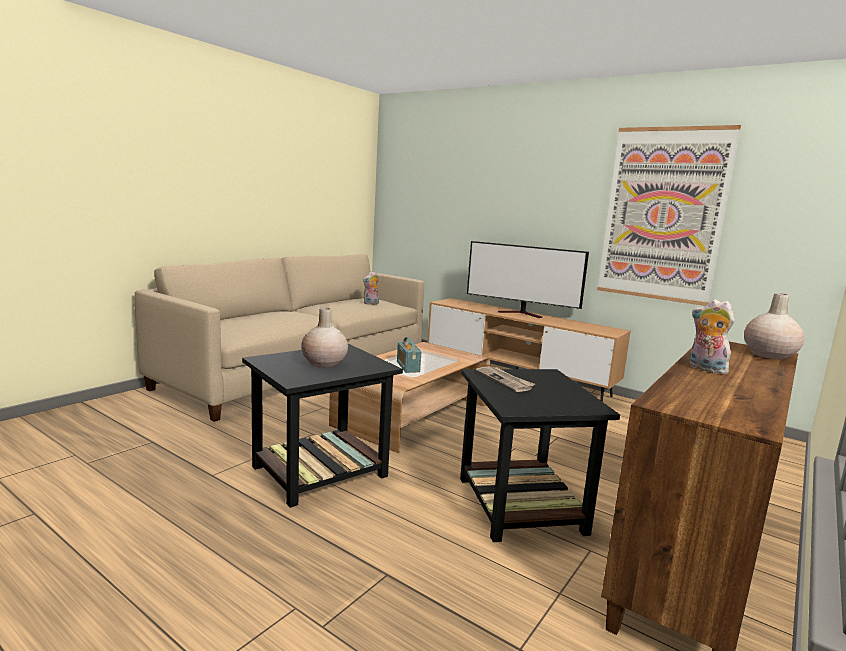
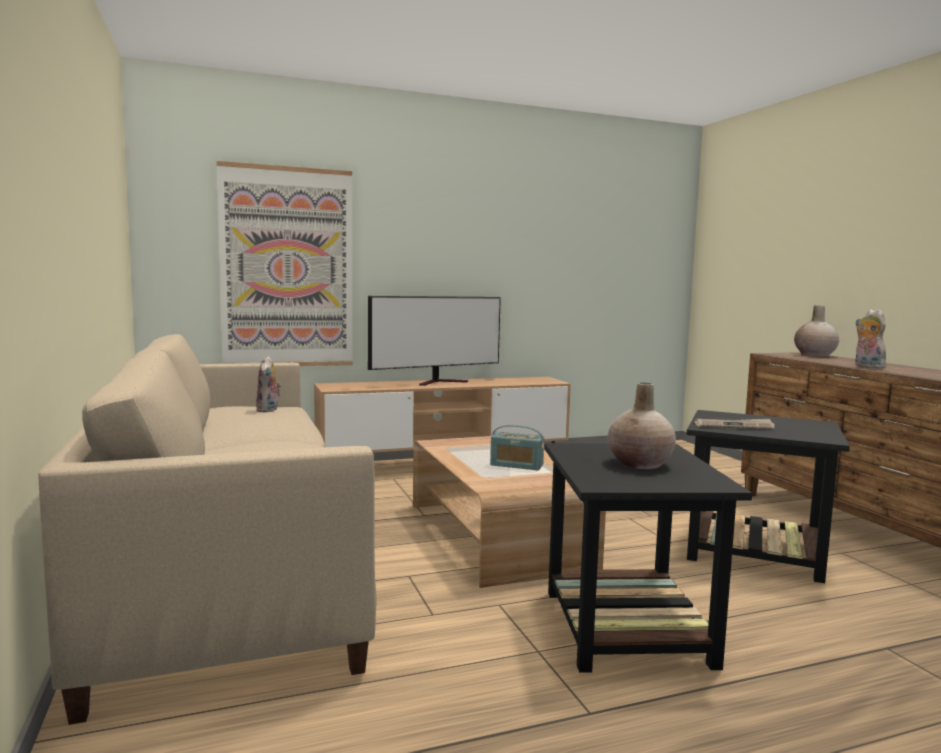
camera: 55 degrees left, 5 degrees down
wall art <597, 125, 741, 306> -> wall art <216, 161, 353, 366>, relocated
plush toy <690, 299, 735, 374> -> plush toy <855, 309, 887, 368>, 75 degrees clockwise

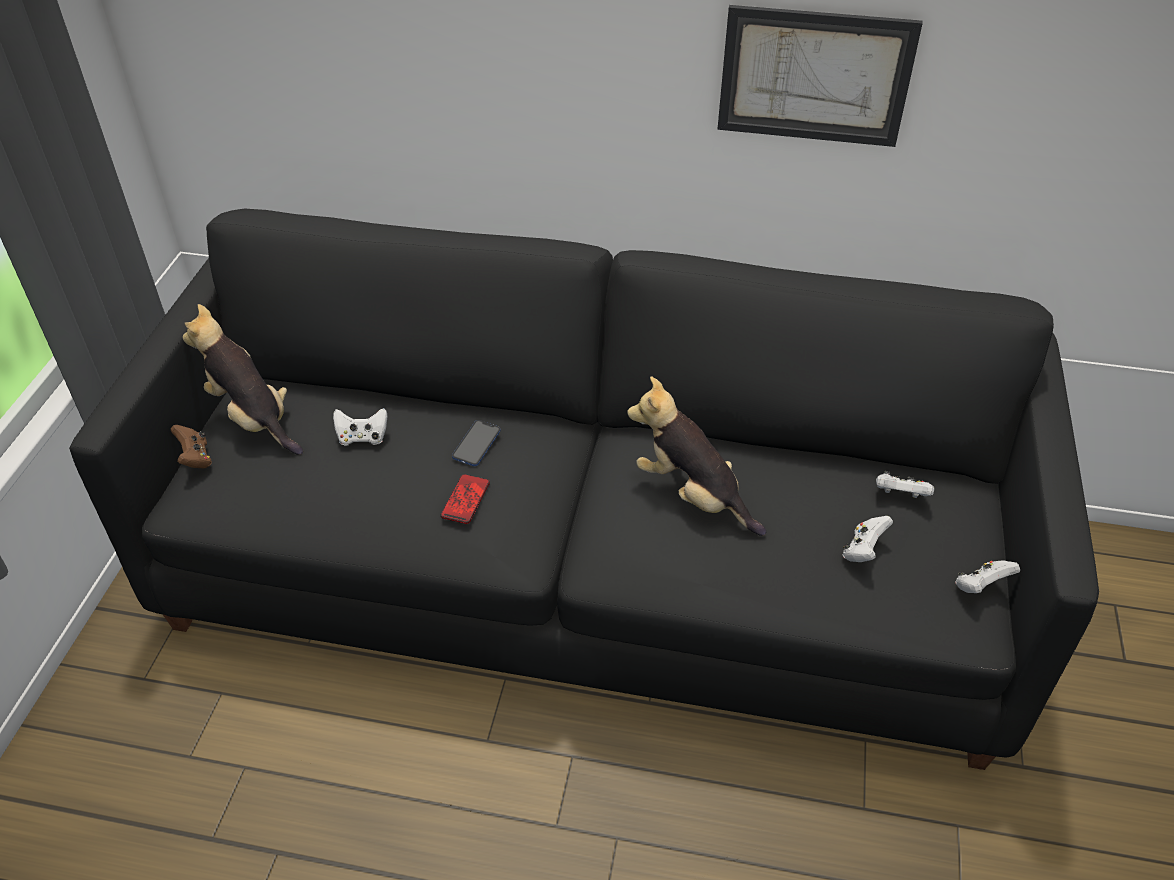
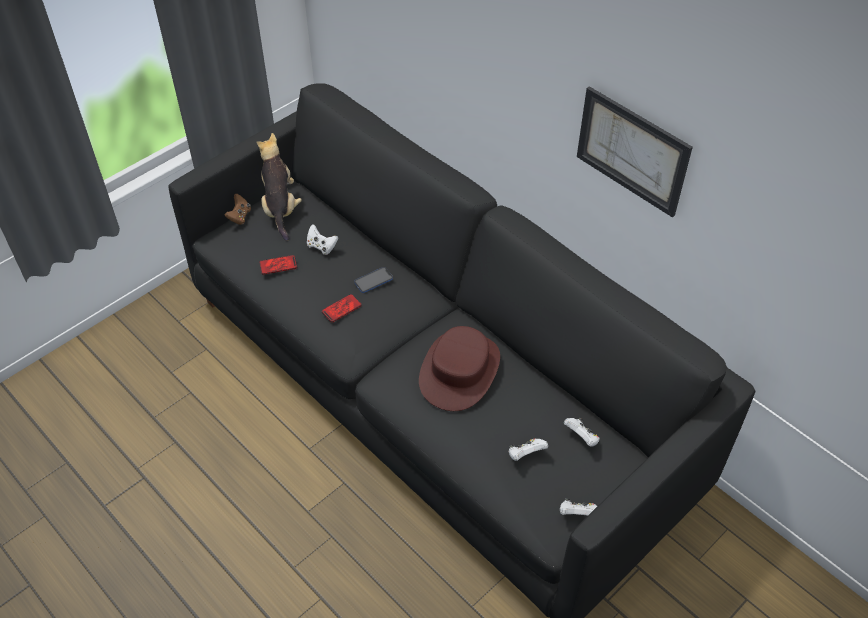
camera: 35 degrees right, 5 degrees up
plush toy <627, 377, 766, 536> -> brown clothing hat <419, 326, 500, 411>
none -> telephone <259, 255, 297, 275>

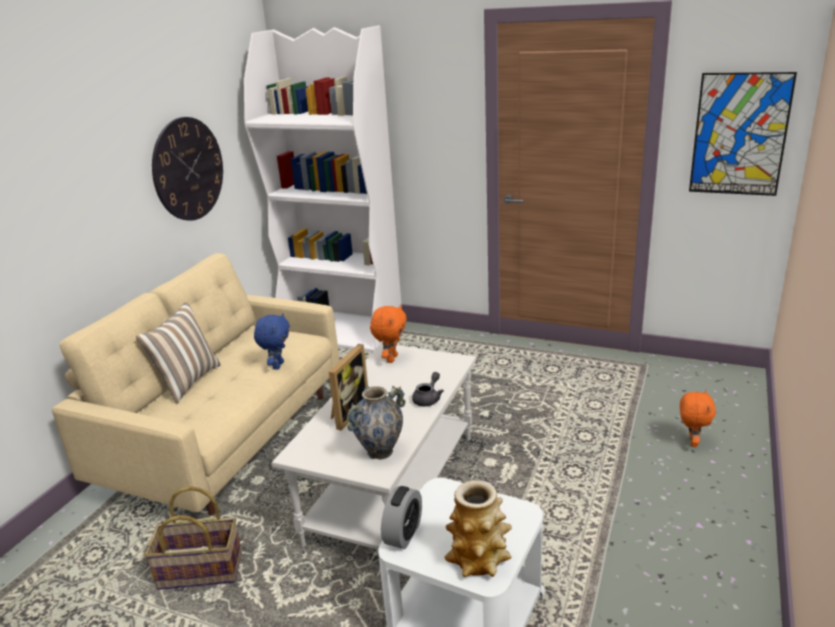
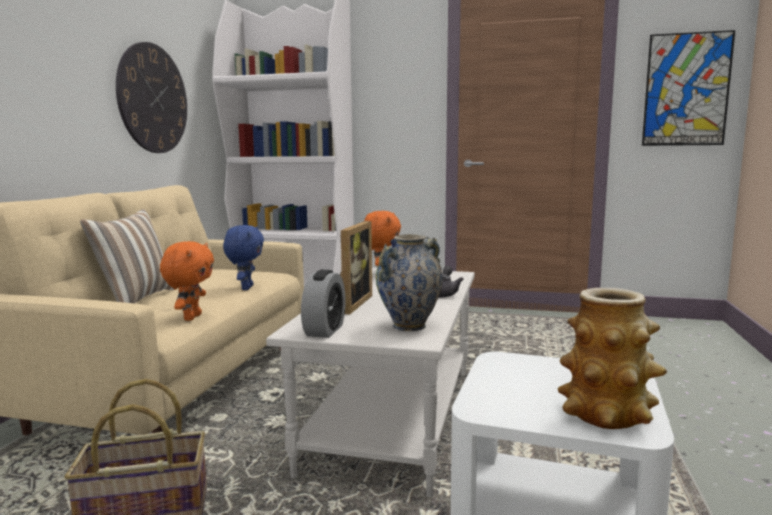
camera: 10 degrees left, 15 degrees down
orangey plush toy <680, 390, 716, 447> -> orangey plush toy <160, 241, 214, 321>, relocated
alarm clock <381, 486, 422, 549> -> alarm clock <301, 270, 346, 338>, relocated

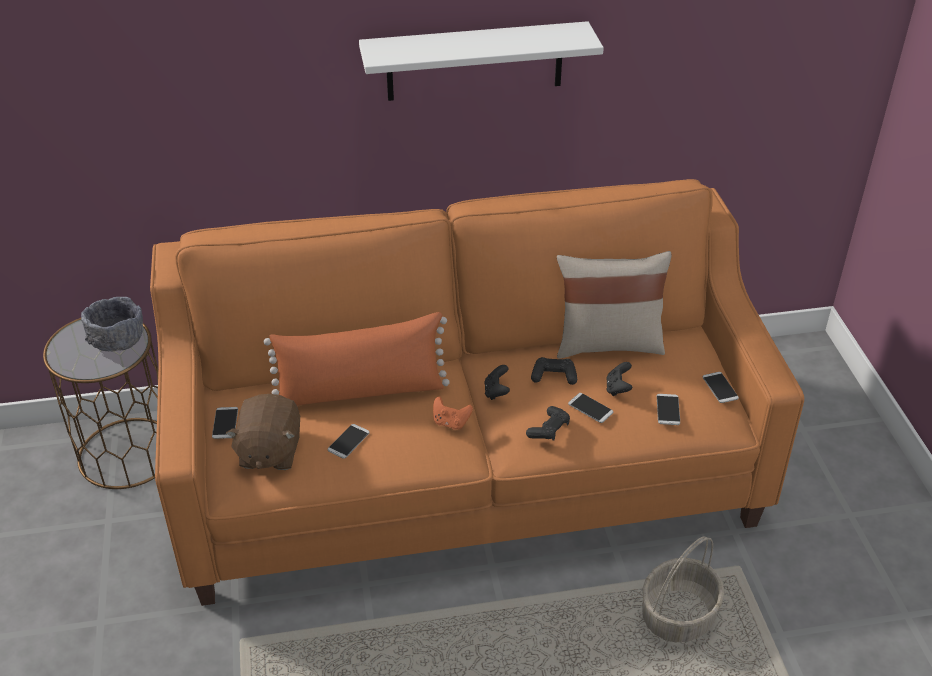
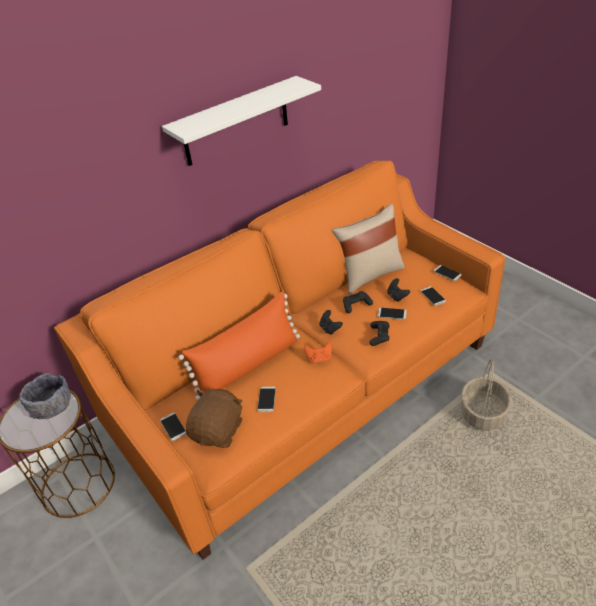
camera: 25 degrees left, 0 degrees up
brown plush toy <226, 394, 300, 470> -> brown plush toy <186, 389, 243, 448>, 135 degrees counterclockwise

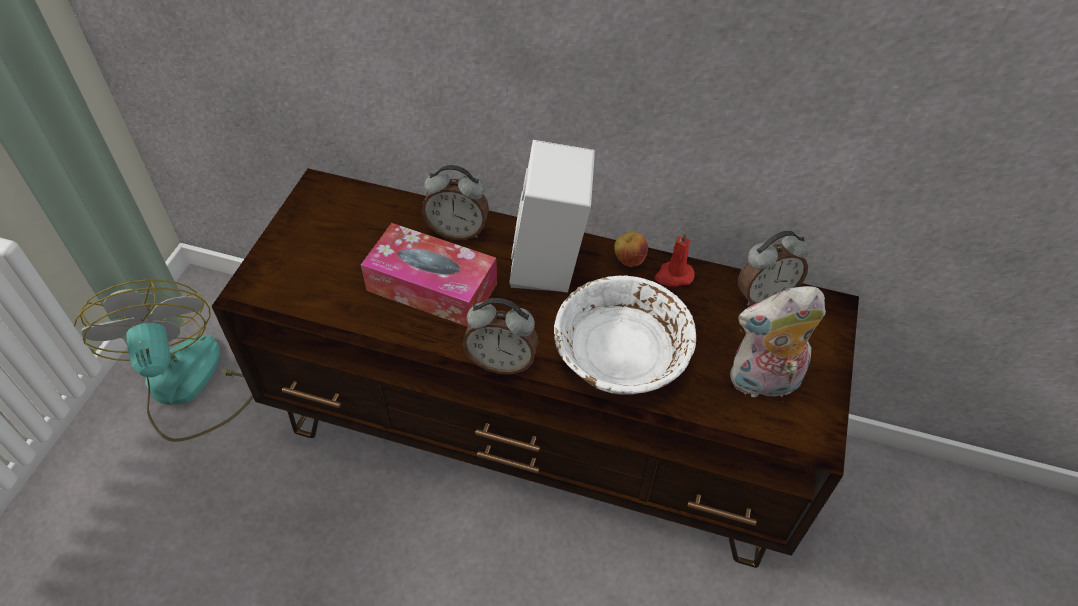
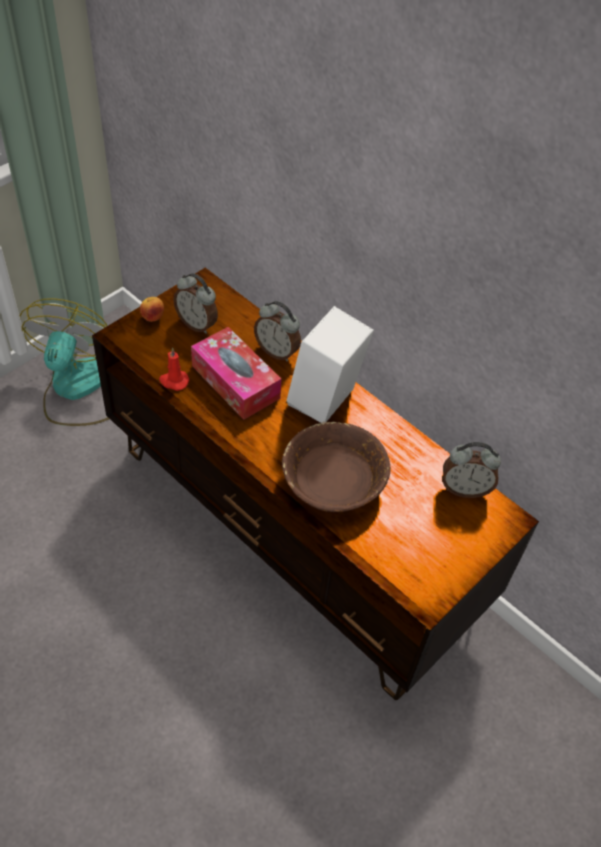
camera: 25 degrees right, 0 degrees up
red-coloured wax candle <655, 231, 695, 287> -> red-coloured wax candle <159, 347, 189, 391>, relocated
apple fruit <614, 232, 648, 267> -> apple fruit <140, 297, 164, 322>, relocated
whitish serving bowl <554, 275, 696, 395> -> brown serving bowl <282, 422, 391, 512>
plush toy <730, 286, 826, 402> -> none
alarm clock <462, 298, 538, 374> -> alarm clock <173, 273, 218, 334>, relocated

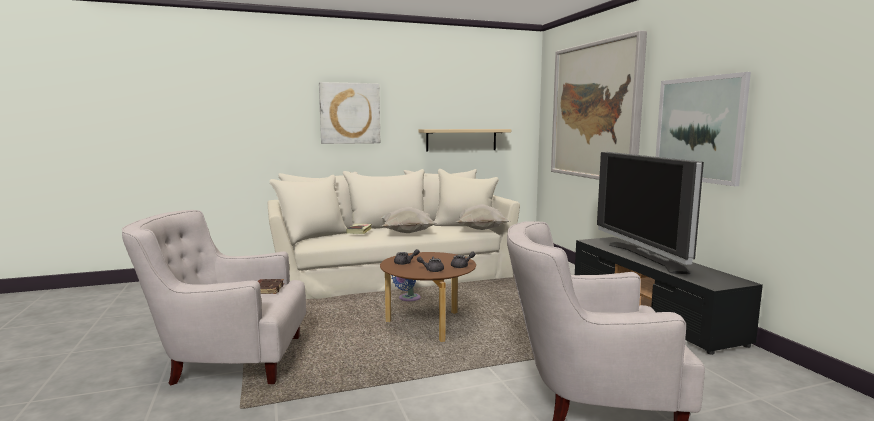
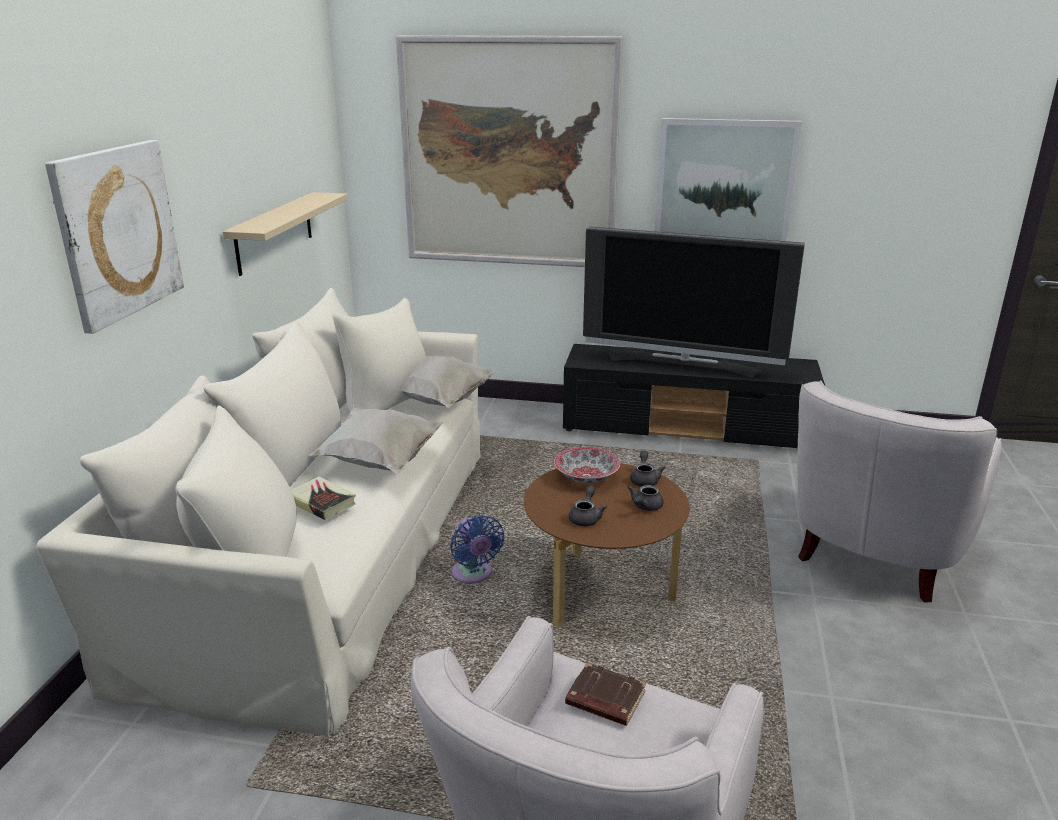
camera: 60 degrees left, 15 degrees up
none -> serving bowl <554, 447, 620, 484>

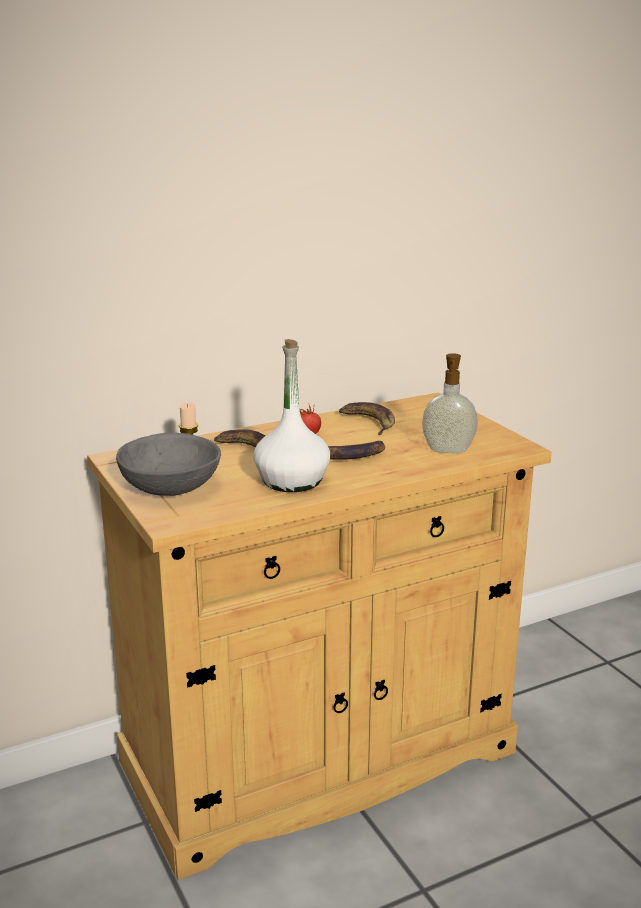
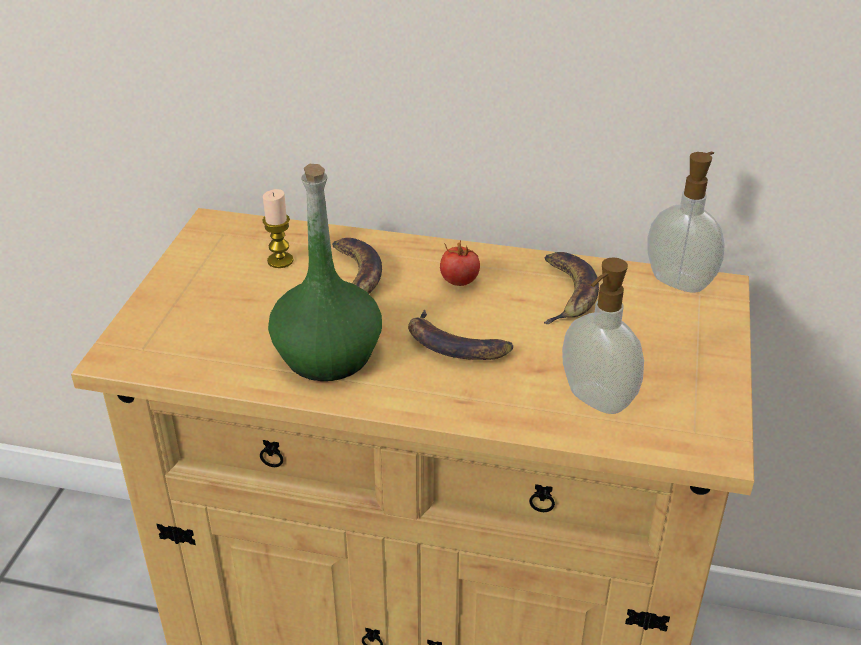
camera: 40 degrees right, 15 degrees up
whitish drink bottle <253, 339, 330, 492> -> green-coloured drink bottle <268, 164, 382, 381>
greyish serving bowl <116, 432, 221, 496> -> none
none -> liquid soap bottle <647, 152, 725, 292>

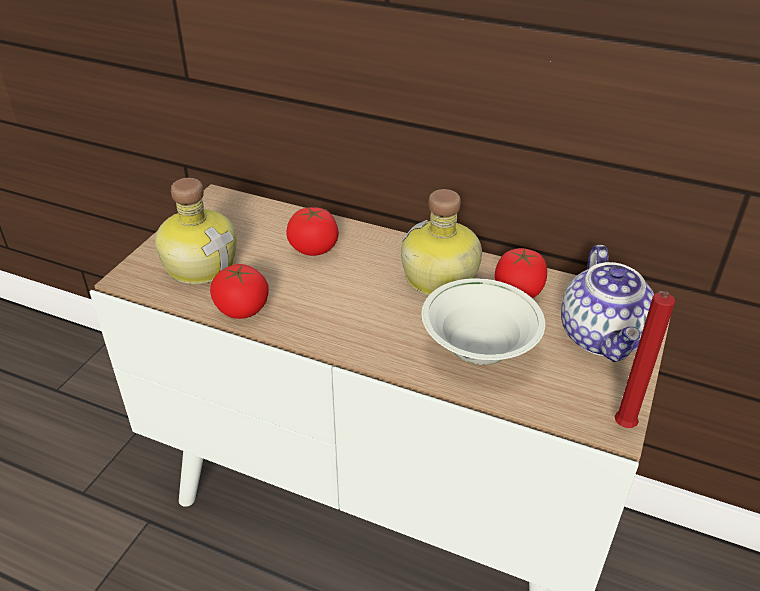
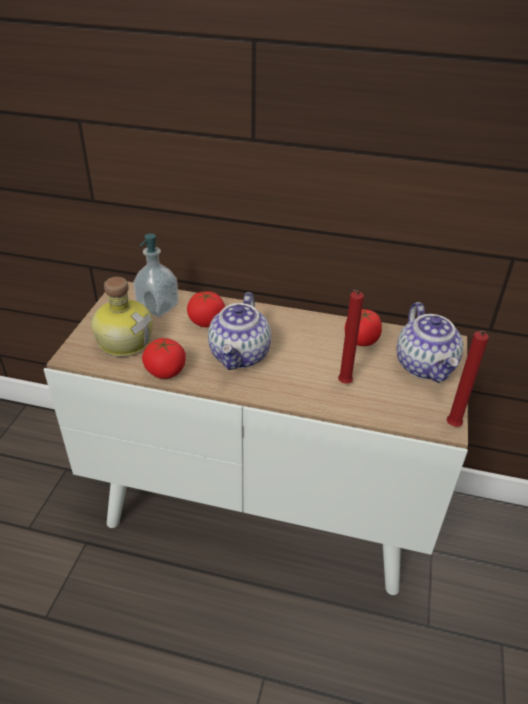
camera: 10 degrees left, 0 degrees up
drink bottle <401, 189, 482, 296> -> none
whitish serving bowl <422, 278, 545, 365> -> red-coloured wax candle <338, 290, 364, 384>
none -> liquid soap bottle <133, 233, 179, 317>
none -> tea pot <208, 292, 271, 370>

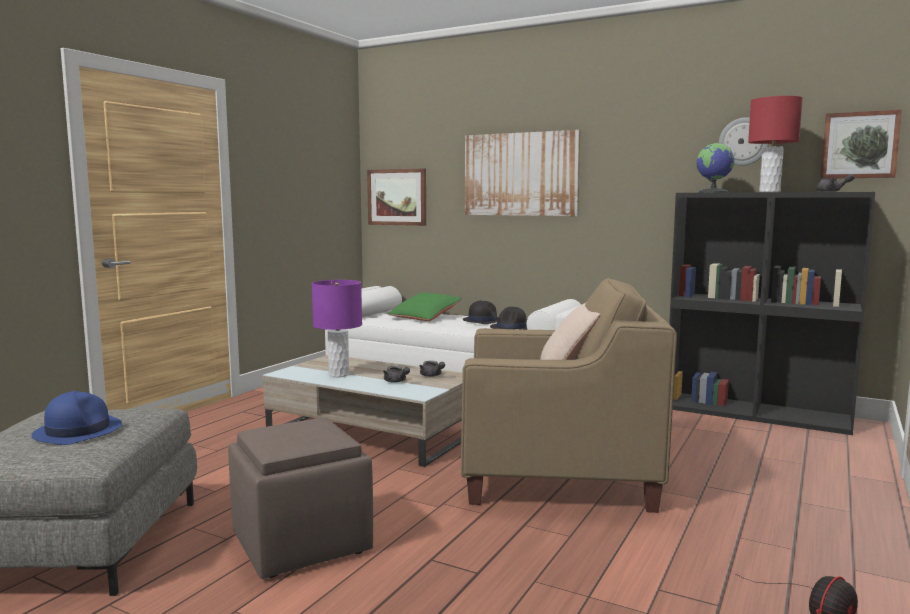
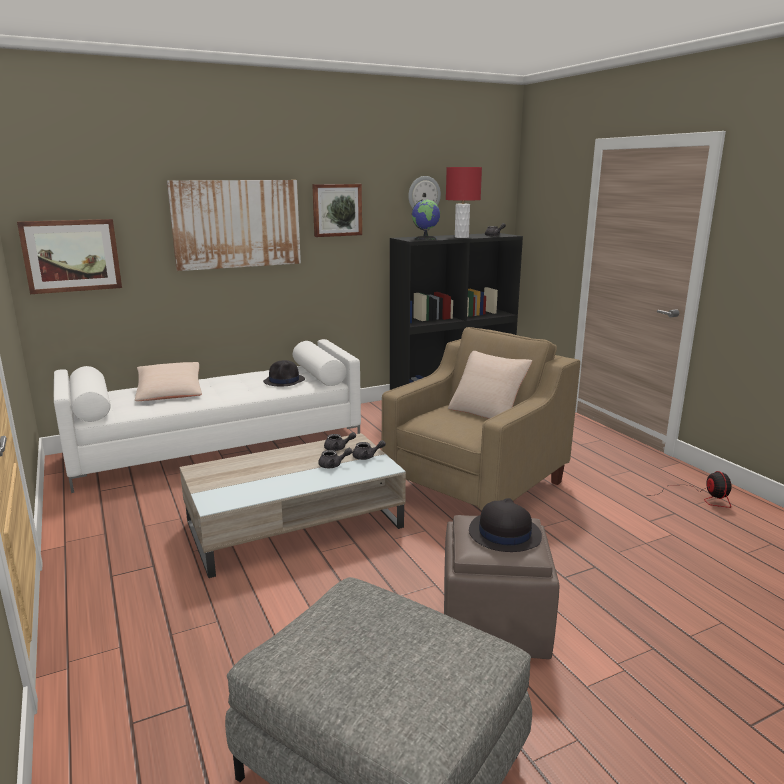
camera: 55 degrees left, 10 degrees up
wall art <821, 109, 902, 179> -> wall art <312, 184, 362, 237>, relocated
purple table lamp <312, 280, 362, 377> -> none
green-coloured pillow <388, 293, 462, 321> -> beige pillow <135, 362, 202, 401>
black clothing hat <463, 300, 499, 324> -> black clothing hat <469, 498, 542, 552>, relocated
blue clothing hat <31, 391, 122, 445> -> none
none -> greyish tea pot <352, 440, 386, 460>

